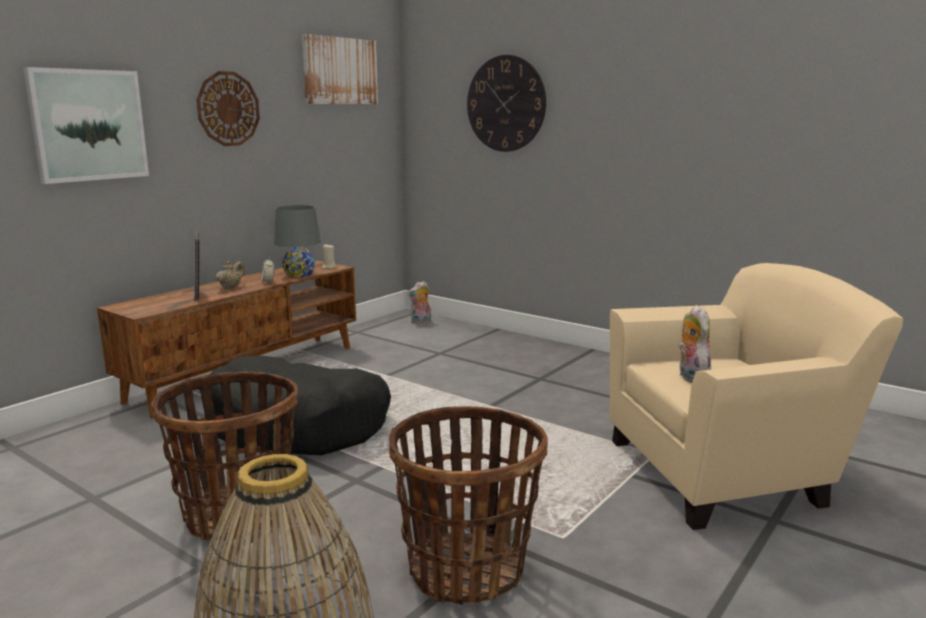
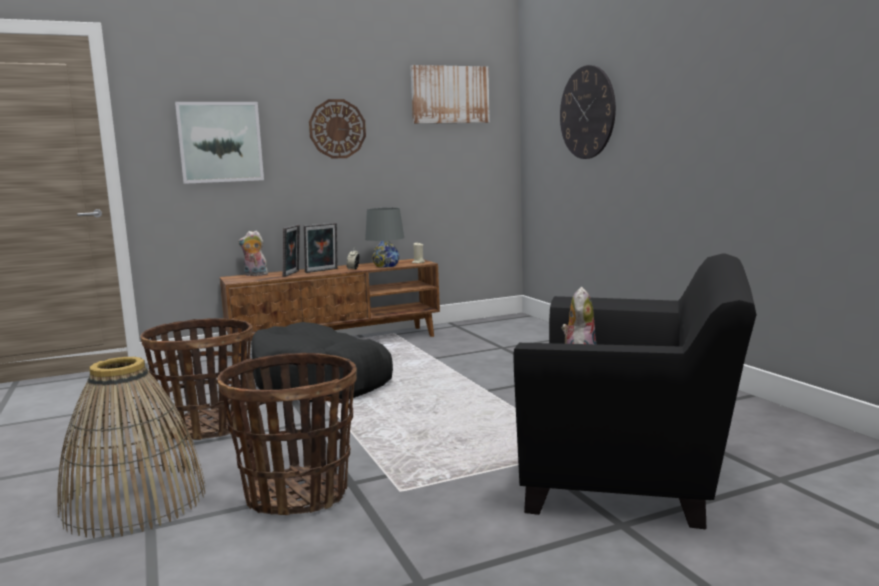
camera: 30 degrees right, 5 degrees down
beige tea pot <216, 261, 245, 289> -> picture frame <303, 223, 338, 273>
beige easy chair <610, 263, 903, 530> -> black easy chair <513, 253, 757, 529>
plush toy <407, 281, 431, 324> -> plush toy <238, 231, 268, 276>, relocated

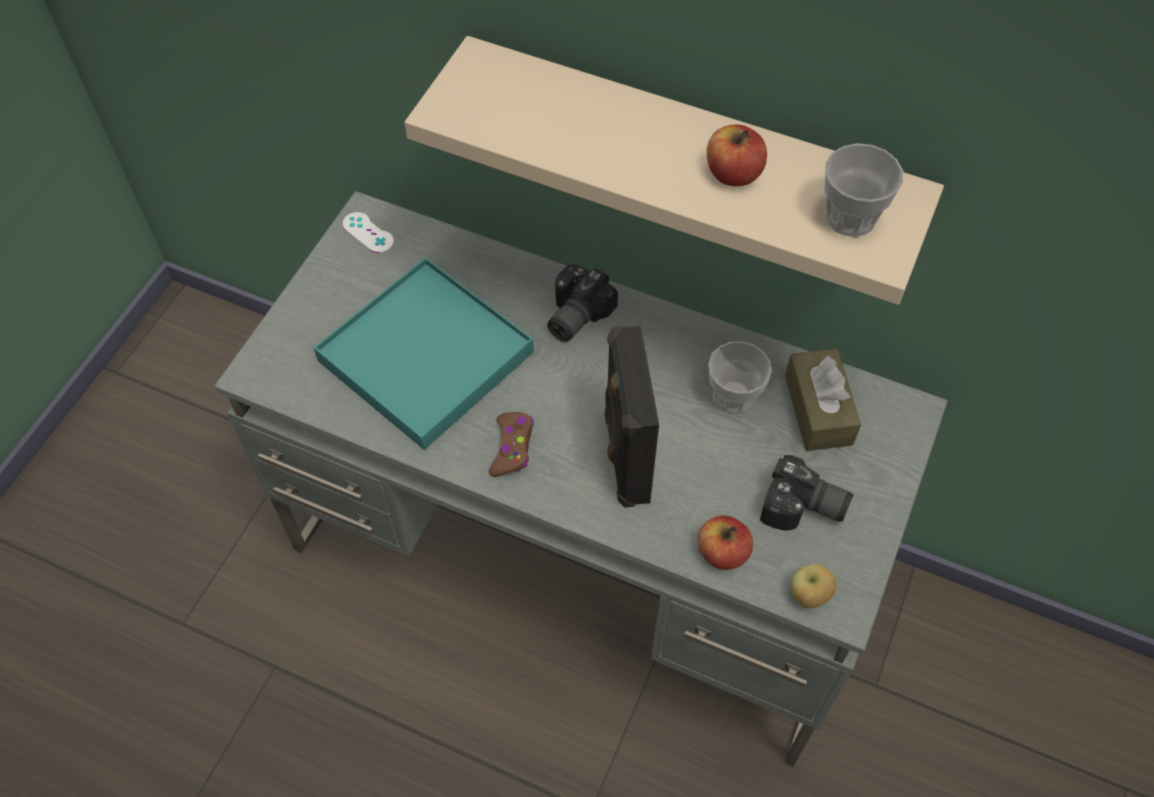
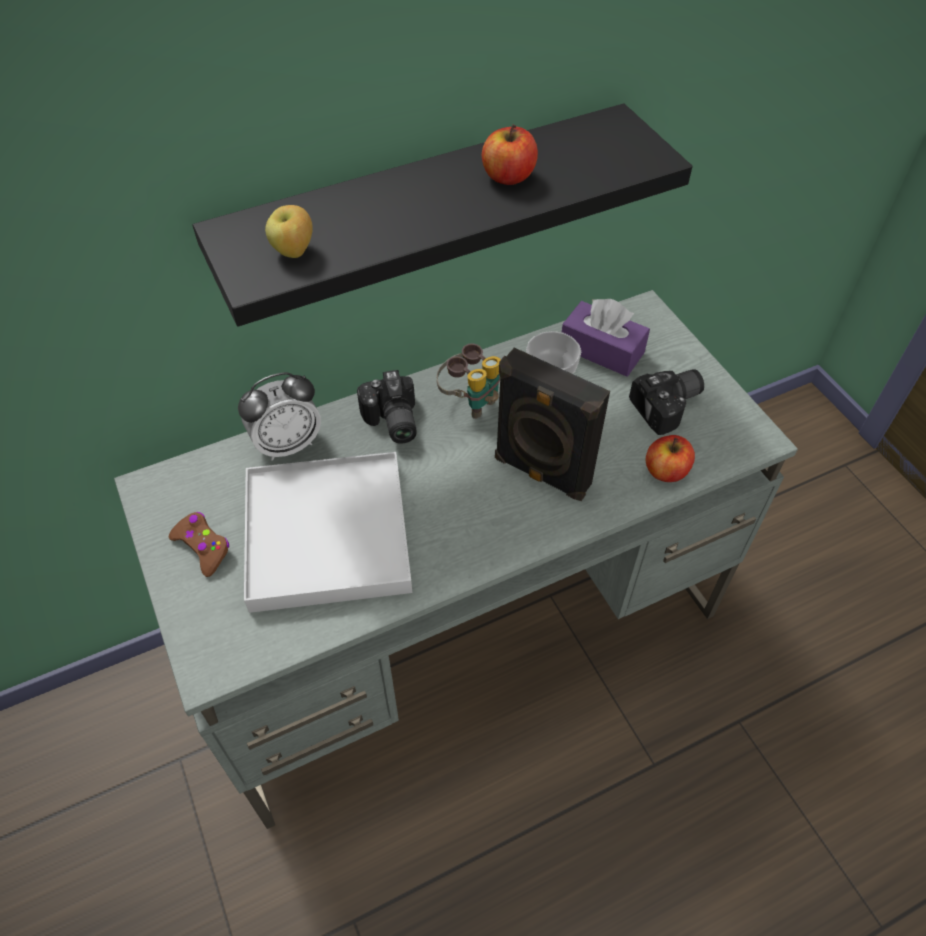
camera: 50 degrees left, 5 degrees down
beige shelf <405, 36, 944, 305> -> black shelf <193, 103, 692, 326>
cup <824, 143, 903, 237> -> none
whitish joypad <343, 212, 394, 253> -> none
turquoise tray <314, 257, 534, 450> -> whitish tray <244, 452, 412, 613>
brown tissue box <785, 349, 861, 451> -> purple tissue box <562, 299, 650, 377>
brown joypad <489, 412, 534, 477> -> brown joypad <169, 512, 229, 577>, relocated
apple fruit <791, 564, 837, 609> -> apple fruit <265, 205, 312, 258>, relocated
none -> field glasses <437, 343, 501, 419>
none -> alarm clock <238, 372, 321, 461>

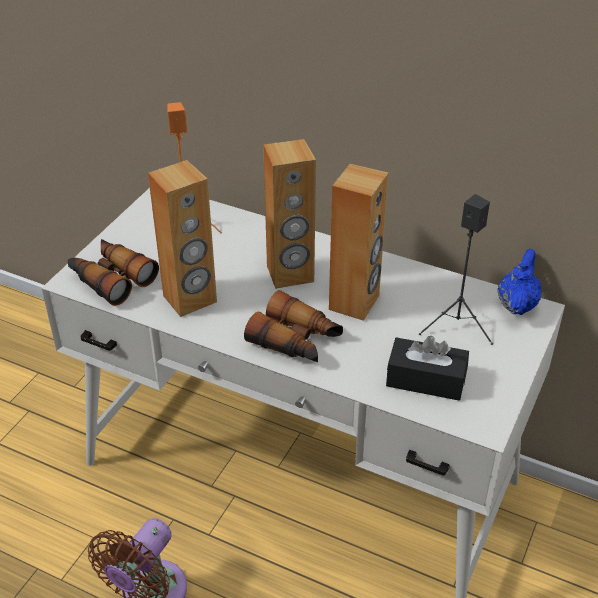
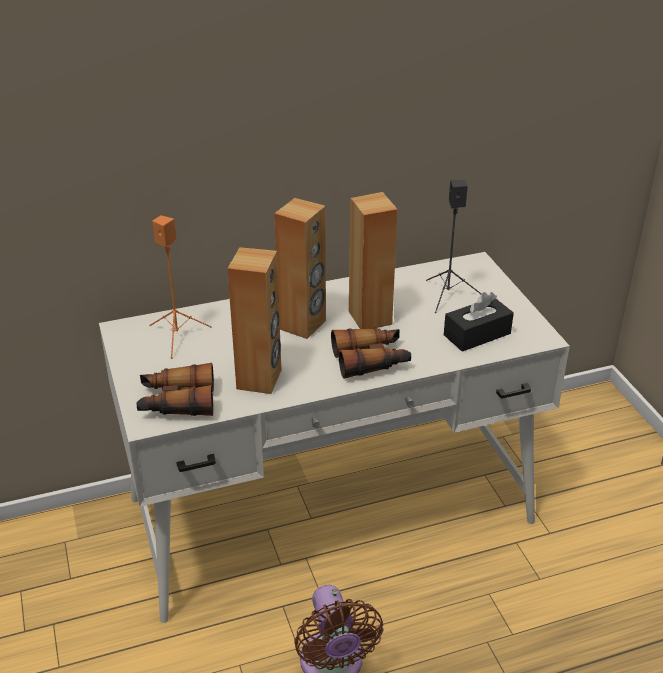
camera: 45 degrees left, 5 degrees down
blue tea pot <497, 249, 541, 315> -> none

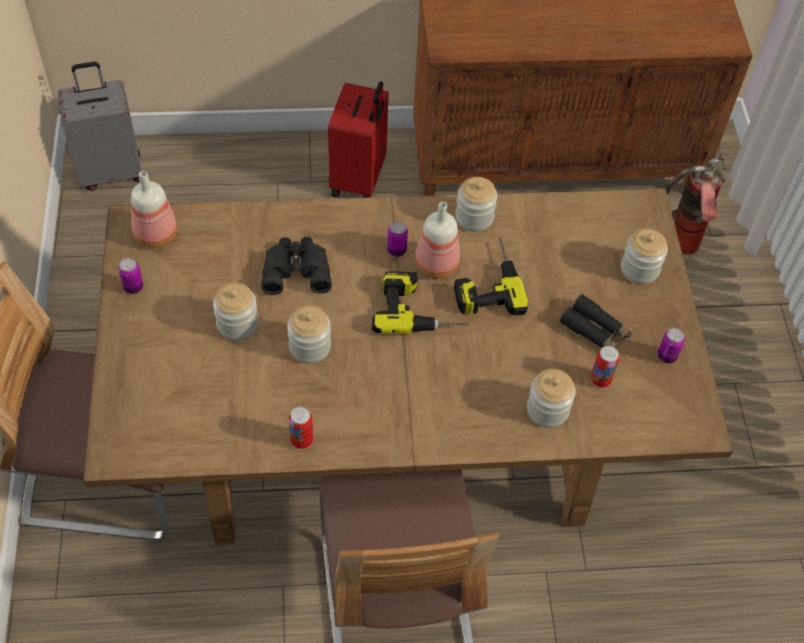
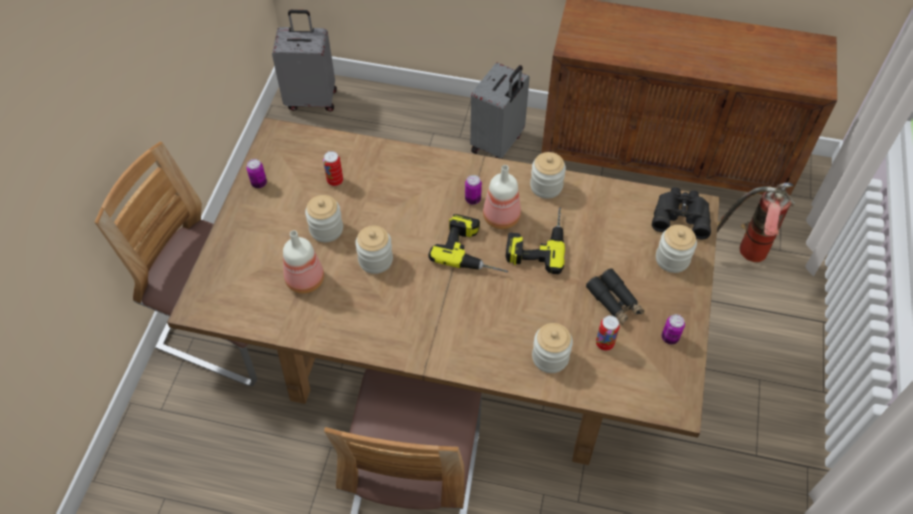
camera: 20 degrees right, 0 degrees up
red-coloured travel case <328, 81, 389, 198> -> greyish travel case <470, 62, 530, 159>
drink bottle <131, 171, 177, 247> -> drink bottle <283, 230, 324, 294>, relocated
black field glasses <261, 237, 332, 295> -> black field glasses <652, 187, 711, 239>, relocated
metal can <289, 407, 313, 449> -> metal can <323, 151, 343, 186>, relocated

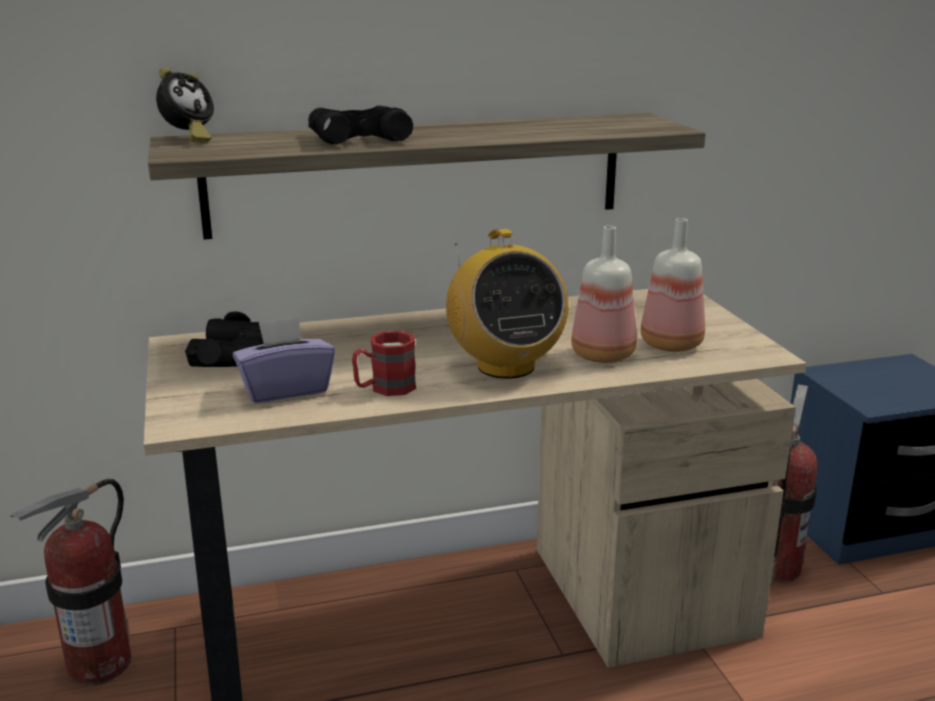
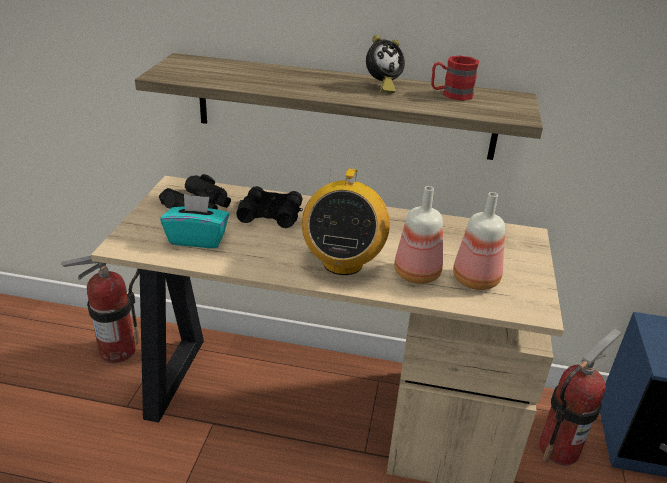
camera: 25 degrees right, 10 degrees up
alarm clock <156, 67, 214, 143> -> alarm clock <366, 35, 405, 94>, relocated
black field glasses <308, 106, 413, 144> -> black field glasses <237, 186, 303, 228>, relocated
purple tissue box <232, 317, 335, 403> -> turquoise tissue box <160, 194, 230, 248>
red-coloured mug <352, 331, 416, 396> -> red-coloured mug <431, 56, 479, 101>, relocated

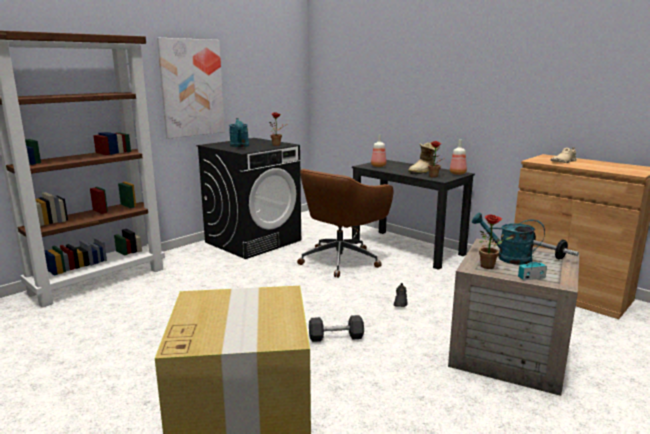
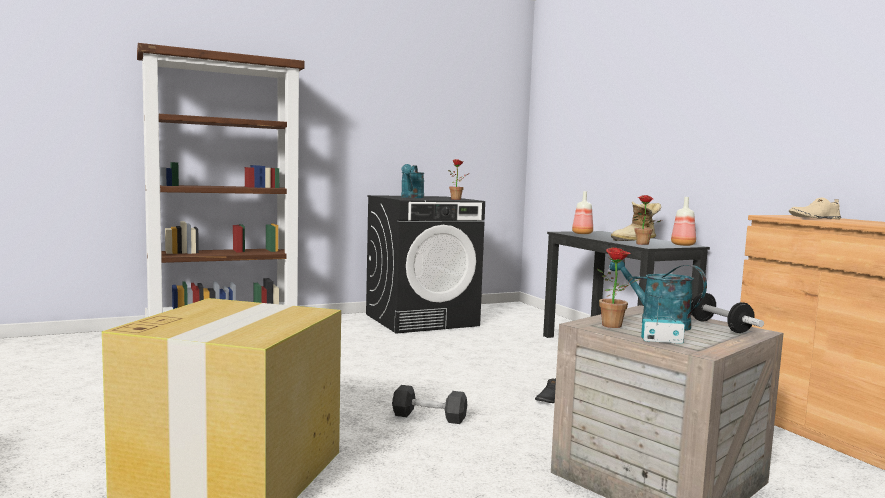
camera: 20 degrees right, 10 degrees down
wall art <157, 38, 225, 139> -> none
brown desk chair <297, 169, 393, 278> -> none

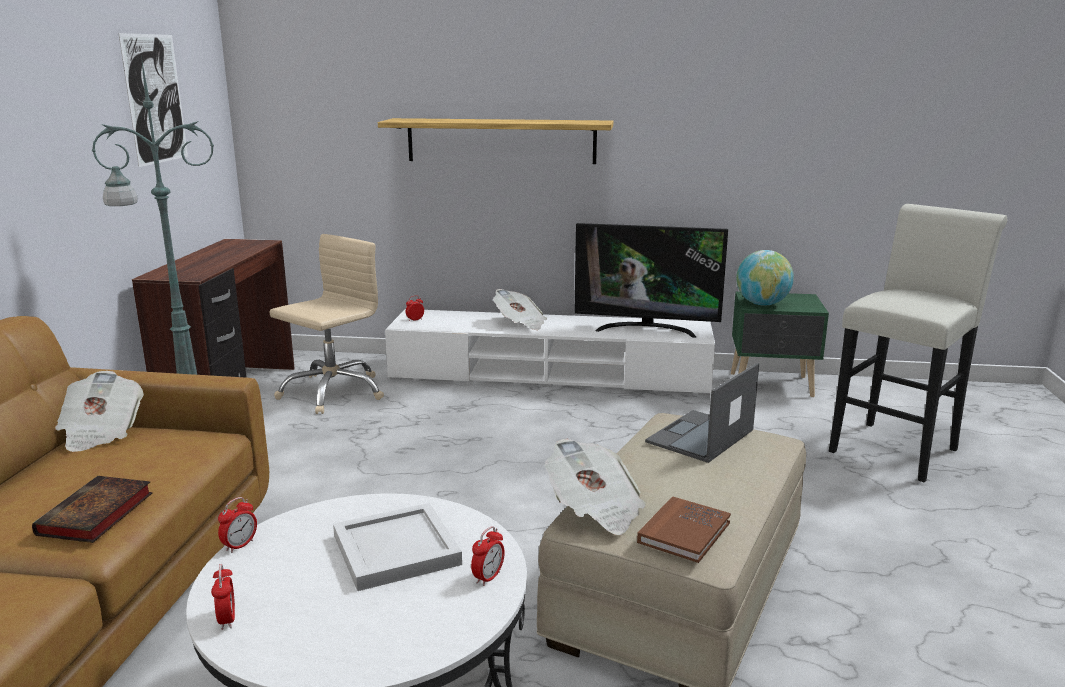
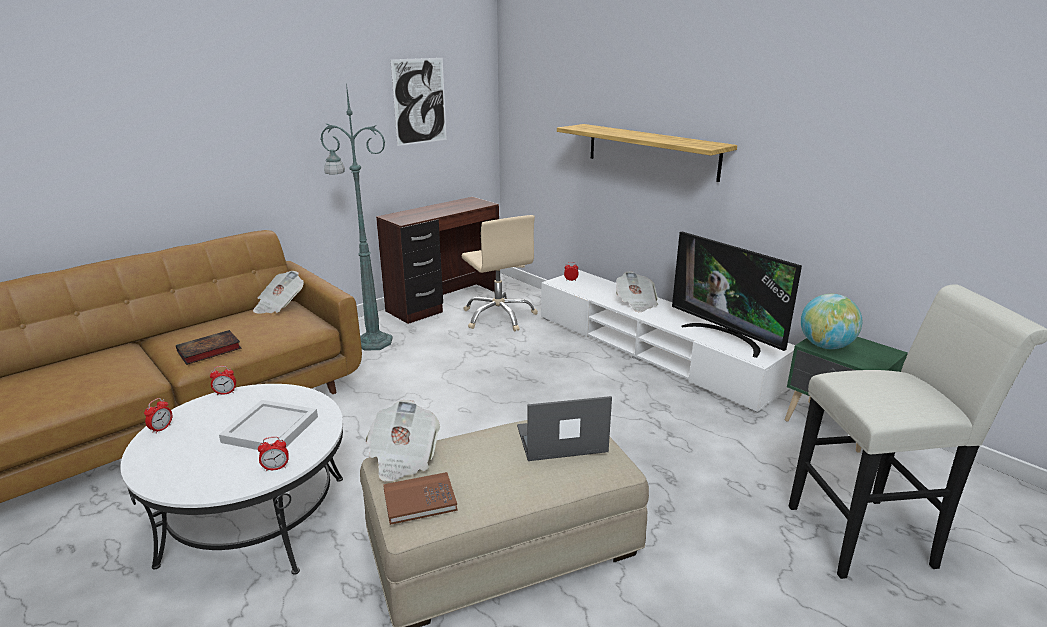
camera: 40 degrees right, 5 degrees up
beige desk chair <269, 234, 384, 414> -> beige desk chair <461, 215, 538, 331>, 75 degrees clockwise

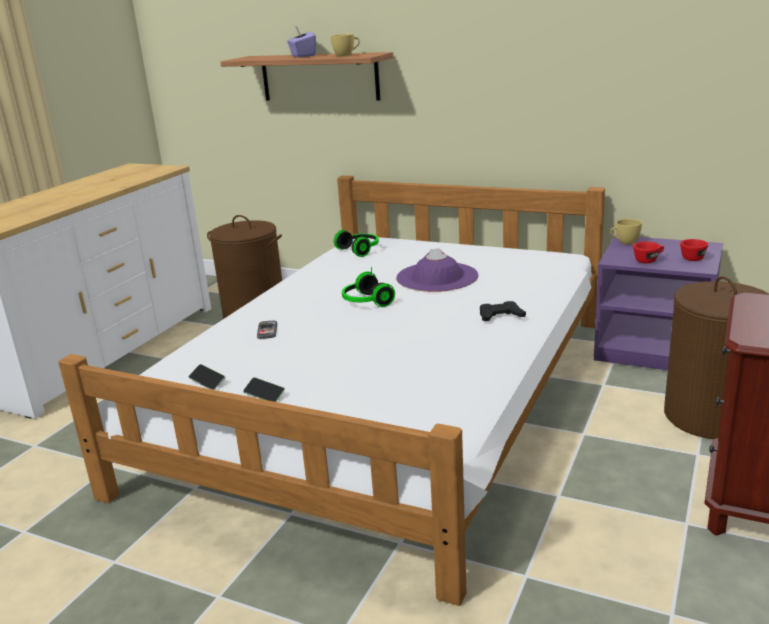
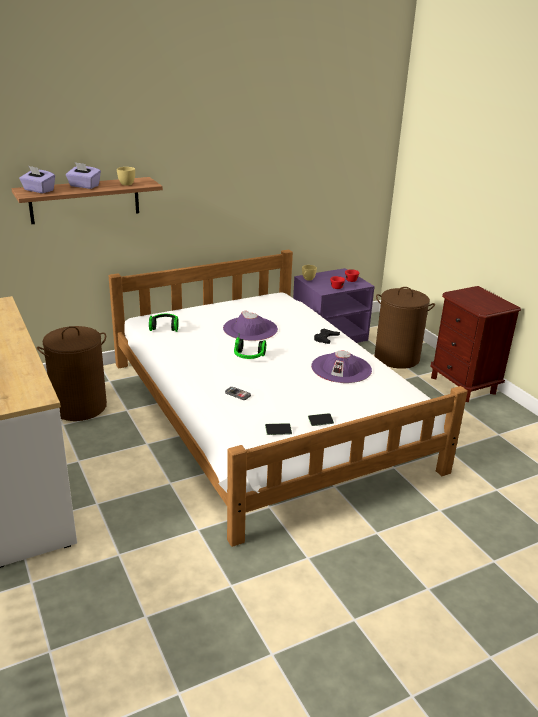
camera: 55 degrees left, 5 degrees up
none -> purple tissue box <19, 166, 55, 193>
none -> purple clothing hat <311, 351, 372, 383>

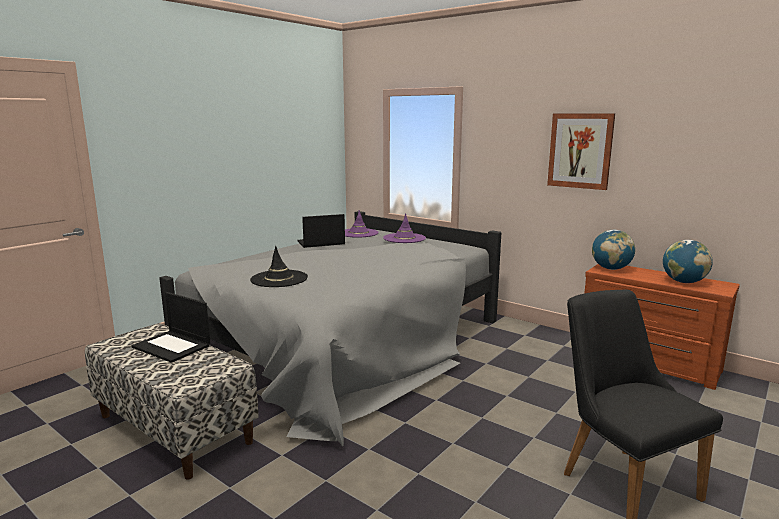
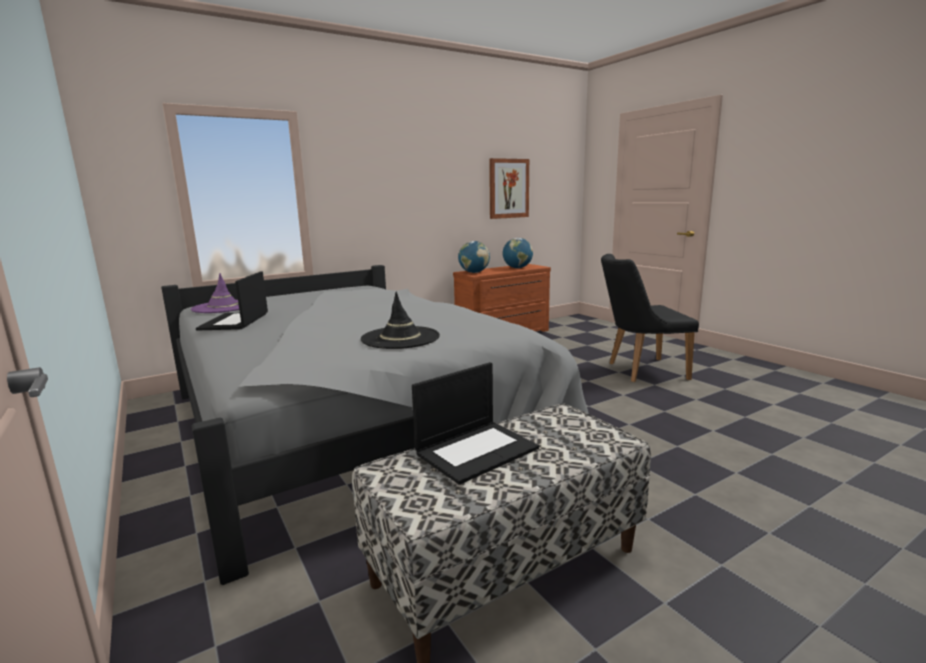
camera: 70 degrees left, 0 degrees up
wall art <547, 114, 615, 190> -> wall art <489, 158, 529, 219>, relocated
purple clothing hat <383, 213, 426, 243> -> none

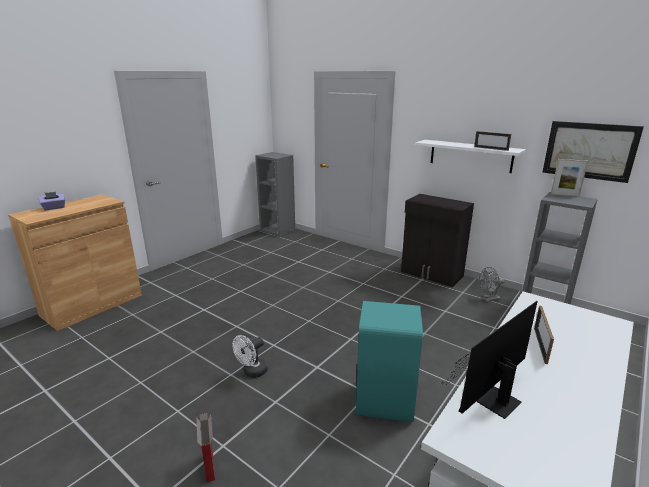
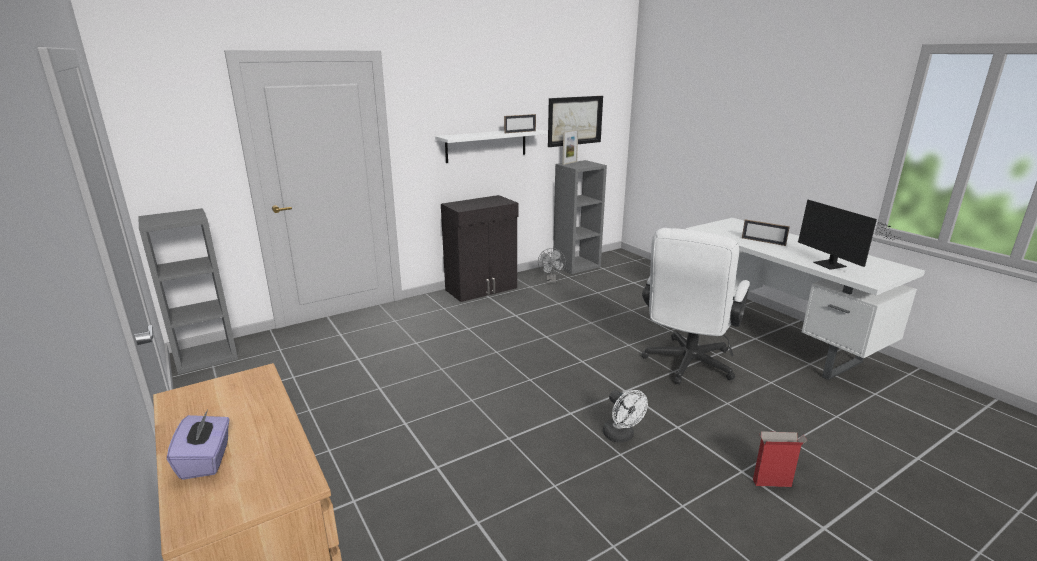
camera: 70 degrees left, 0 degrees up
turquoise rubbish bin <356, 301, 423, 422> -> whitish desk chair <642, 228, 750, 385>

